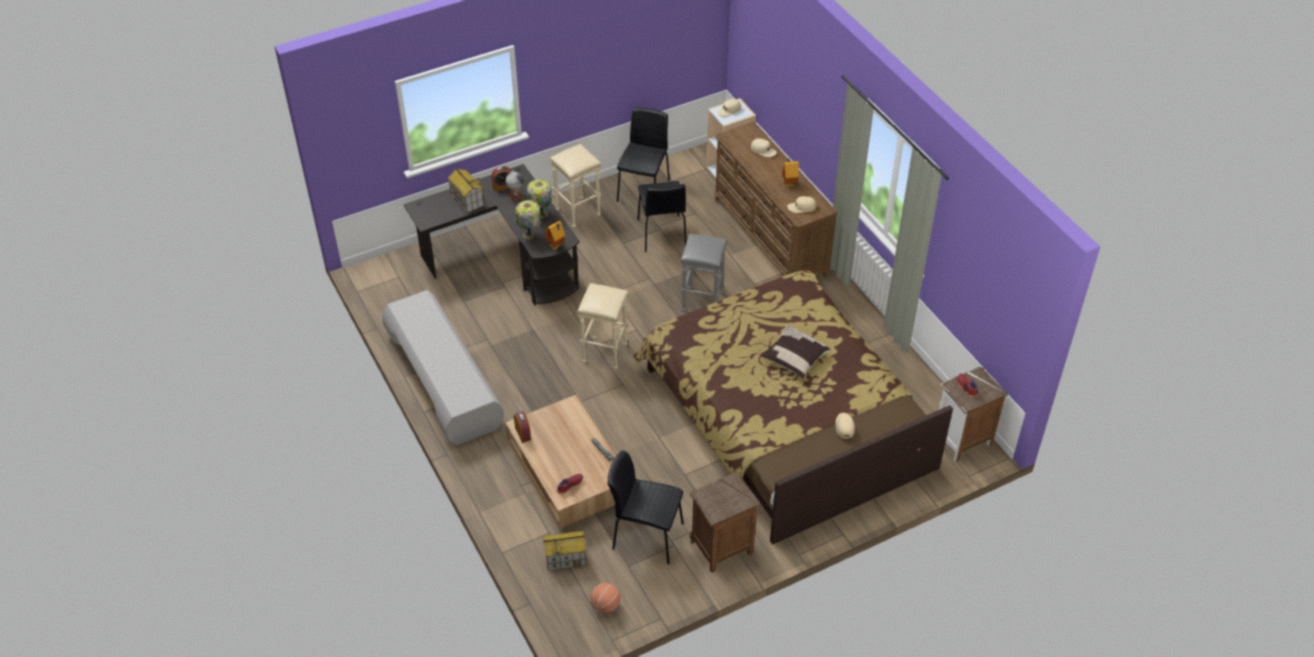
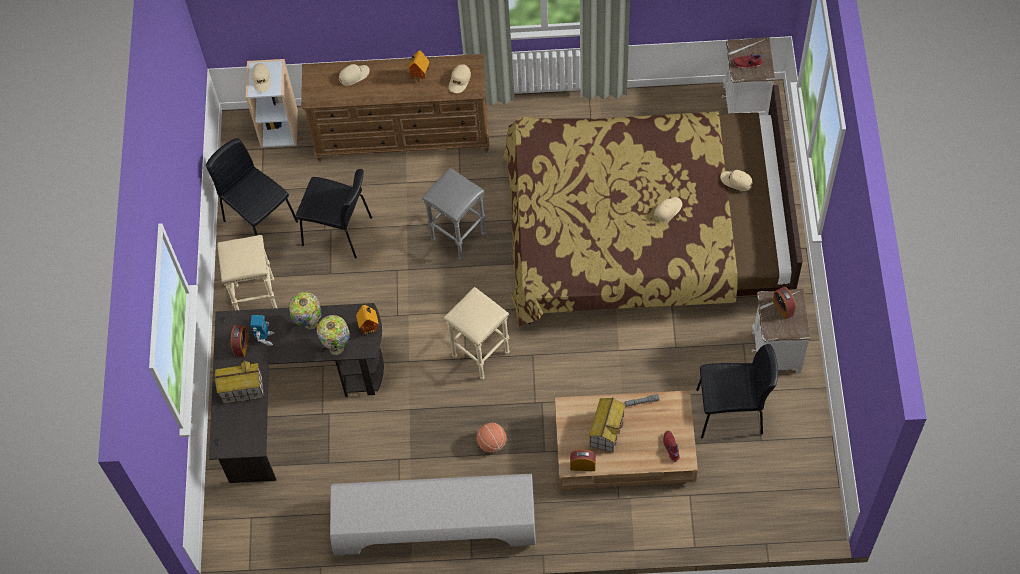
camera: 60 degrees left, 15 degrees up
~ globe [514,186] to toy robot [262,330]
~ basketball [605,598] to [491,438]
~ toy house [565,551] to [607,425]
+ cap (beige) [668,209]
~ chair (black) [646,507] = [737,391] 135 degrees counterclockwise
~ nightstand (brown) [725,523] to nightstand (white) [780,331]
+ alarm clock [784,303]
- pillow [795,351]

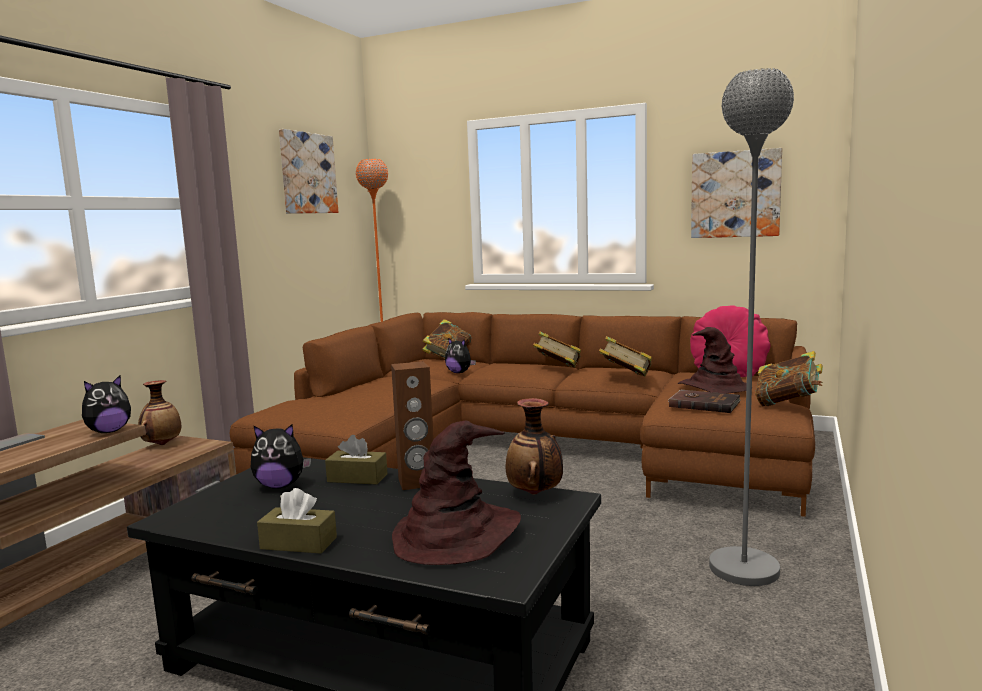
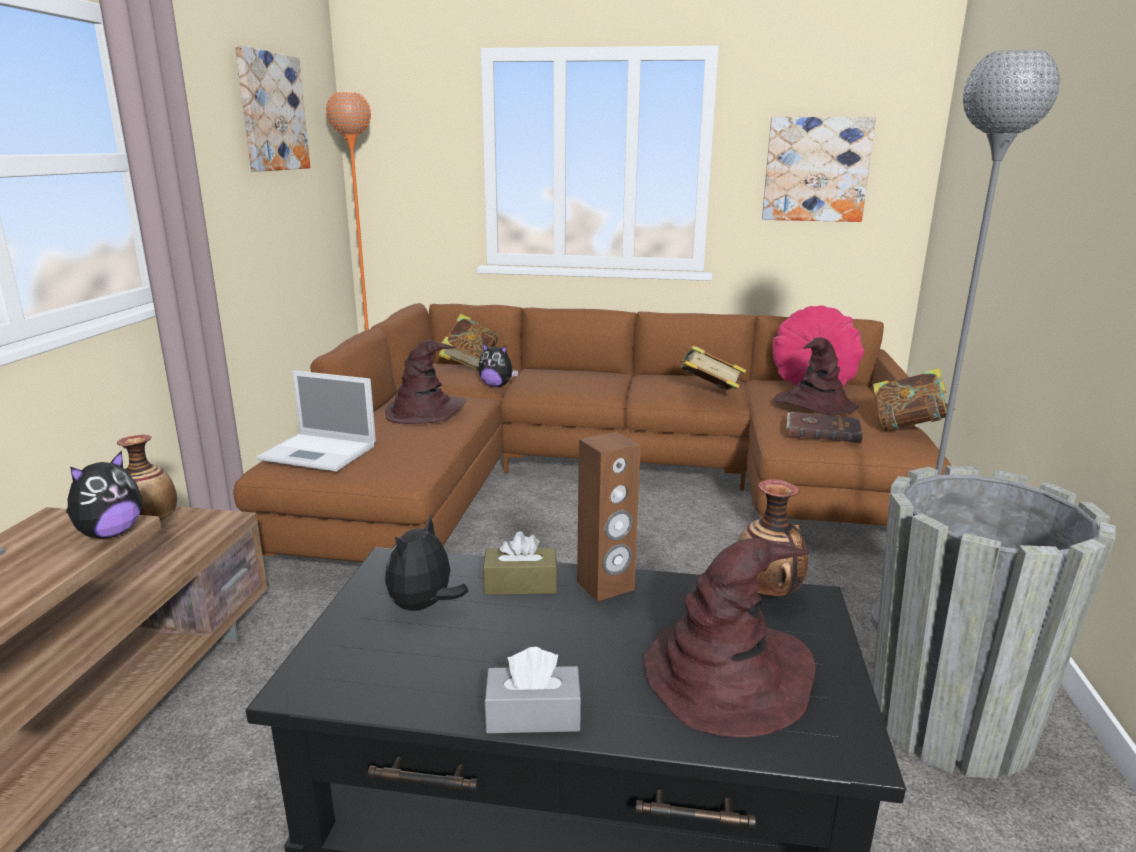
camera: 15 degrees left, 10 degrees up
+ laptop [316,421]
+ hat (brown) [425,381]
~ plush toy [281,456] = [426,563] 135 degrees clockwise
~ tissue box (brown) [297,521] to tissue box (grey) [532,690]
+ planter (grey) [994,622]
- book [557,349]

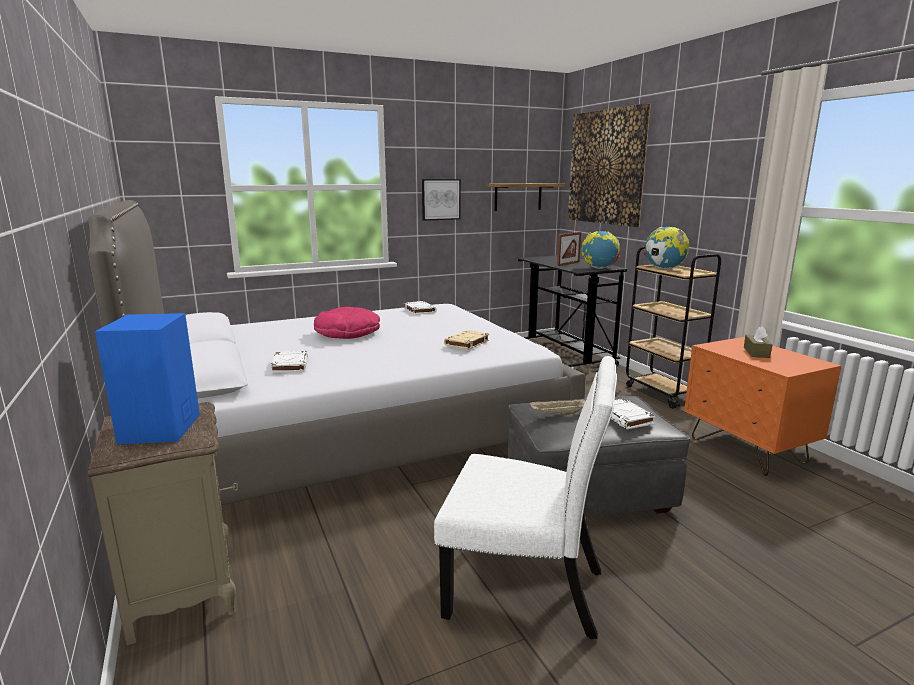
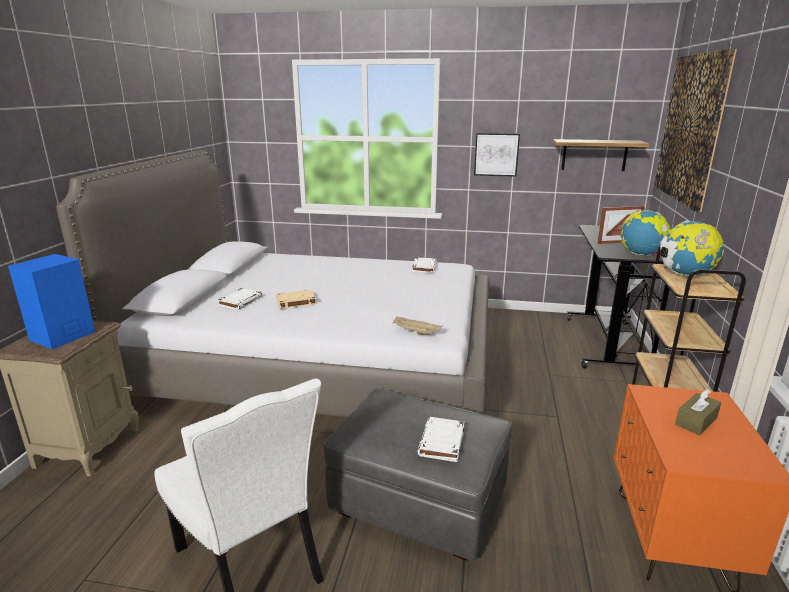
camera: 35 degrees right, 5 degrees up
~ book (beige) [466,340] to [296,299]
~ tray (beige) [558,406] to [417,325]
- pillow (pink) [347,323]

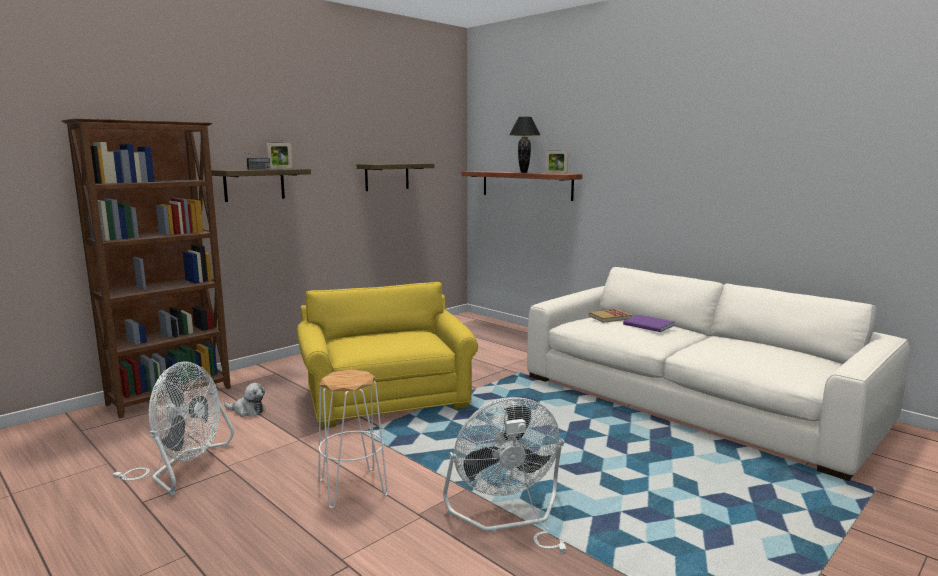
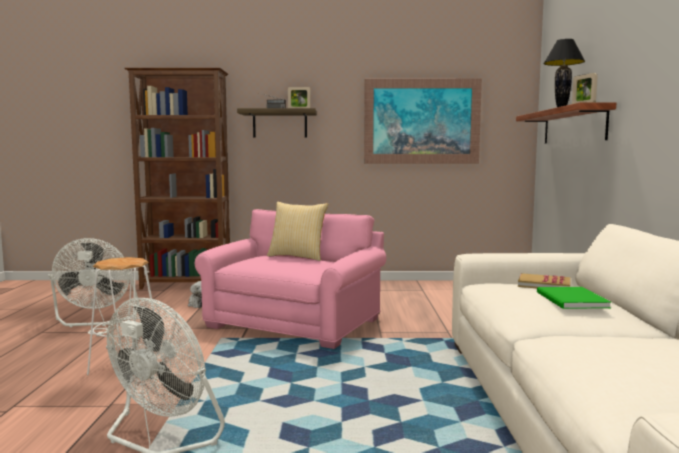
camera: 45 degrees right, 5 degrees down
~ fan (white) [173,428] = [93,287] 150 degrees counterclockwise
~ armchair (yellow) [387,355] to armchair (pink) [290,279]
+ pillow [297,231]
~ shelf [395,177] to picture [423,121]
~ book (purple) [648,323] to book (green) [574,298]

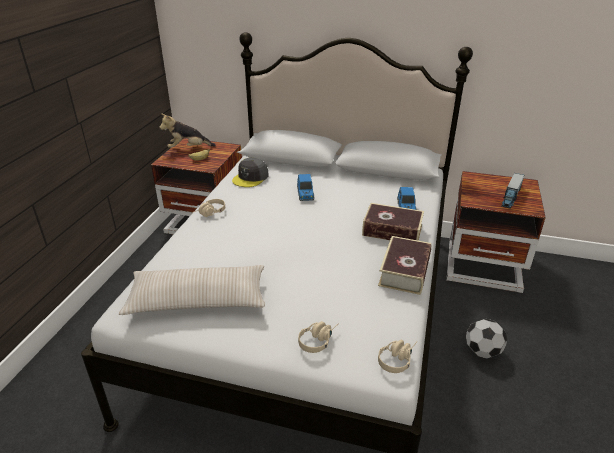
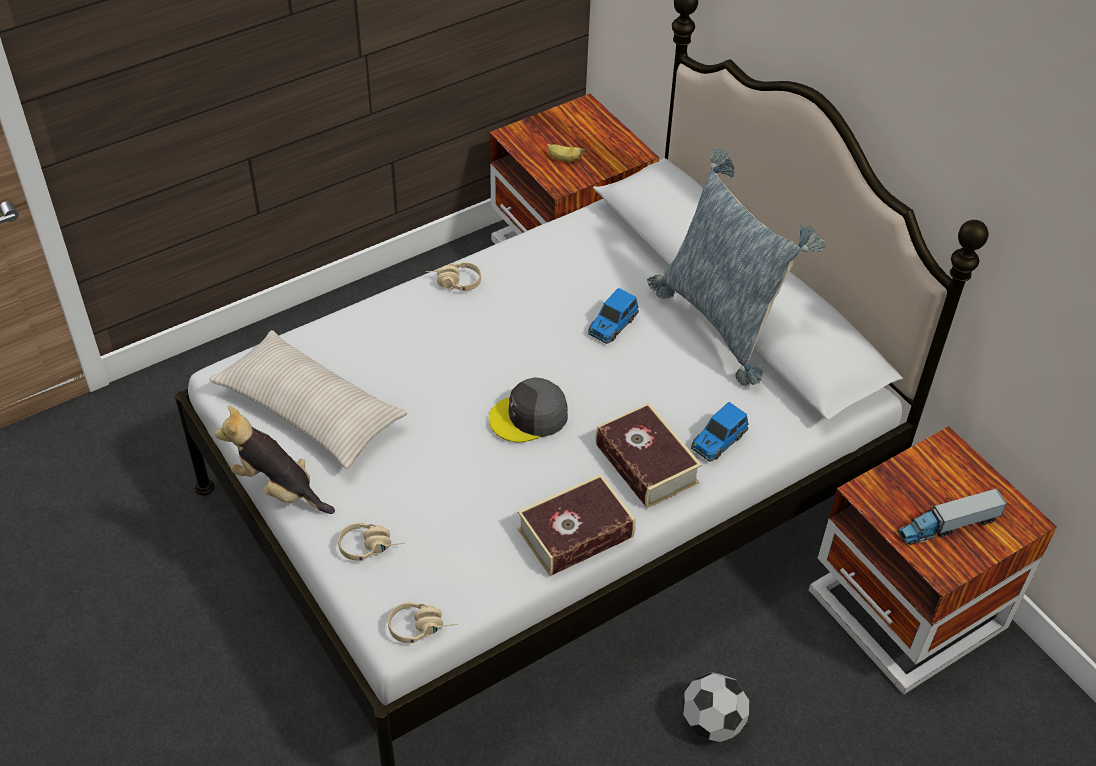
camera: 40 degrees right, 15 degrees up
~ plush toy [187,130] to [275,460]
~ cap (grey) [250,172] to [528,410]
+ pillow [736,267]

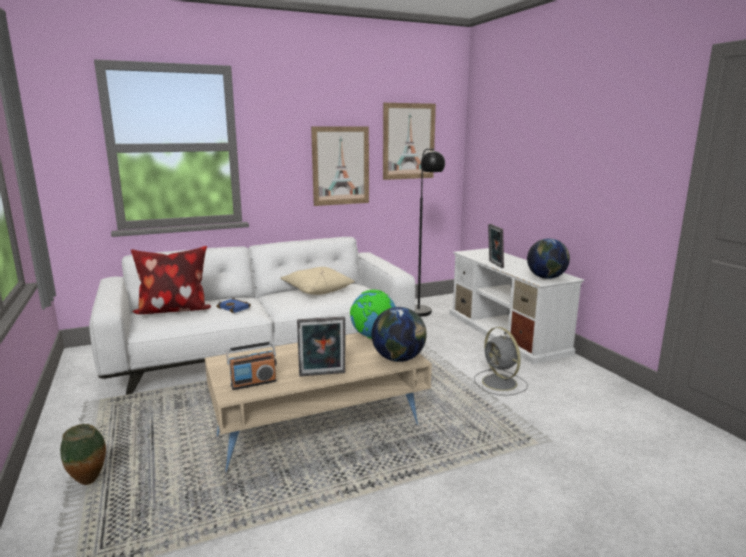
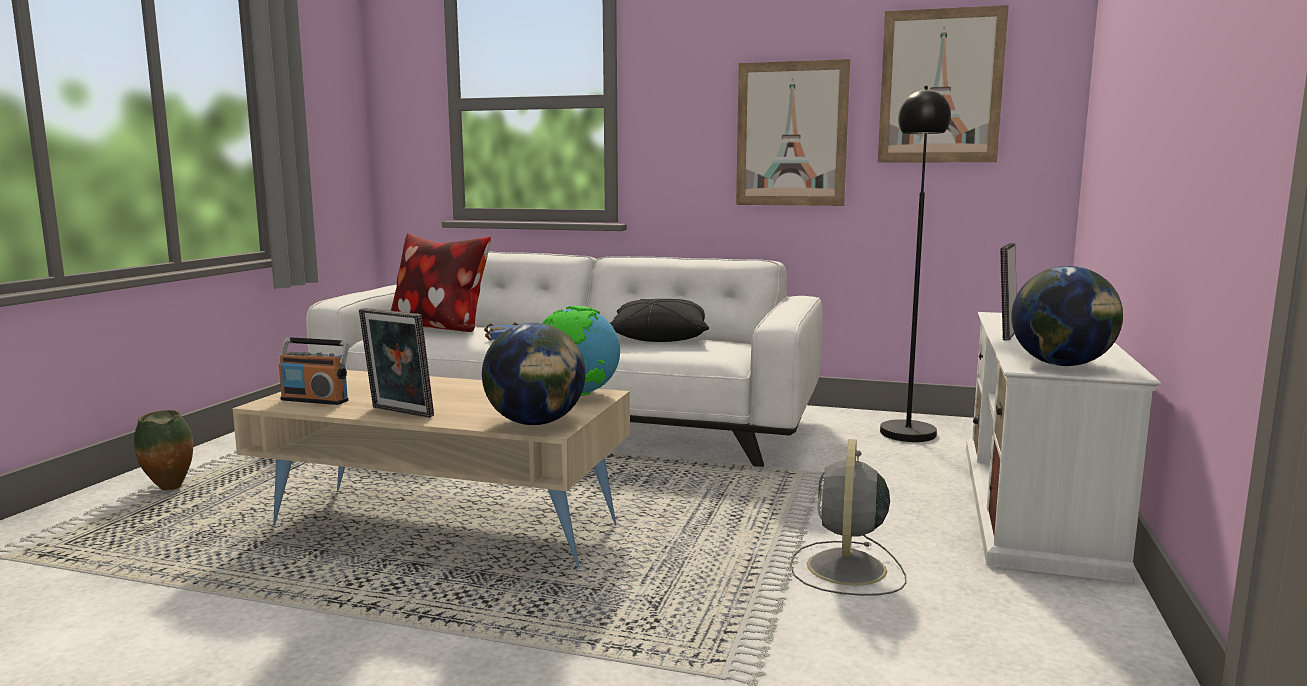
camera: 40 degrees right, 5 degrees down
~ pillow (beige) [317,280] to pillow (black) [659,320]

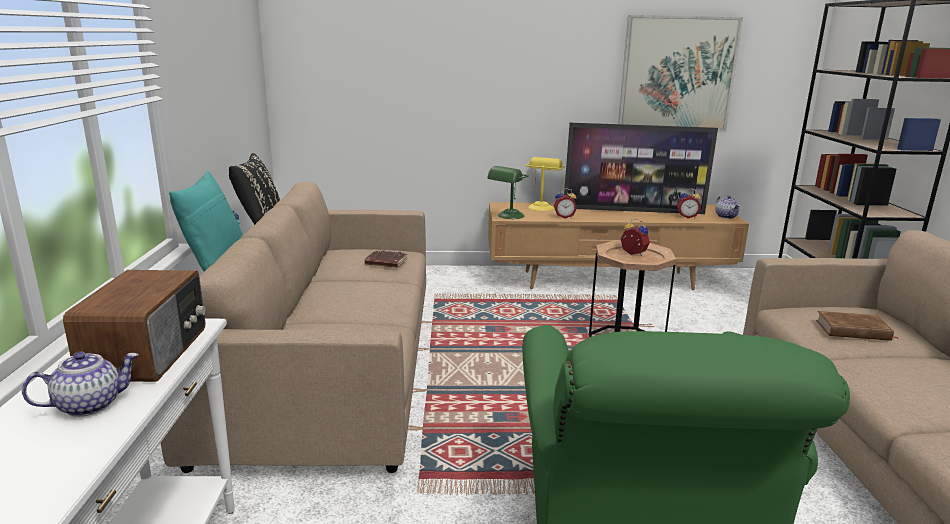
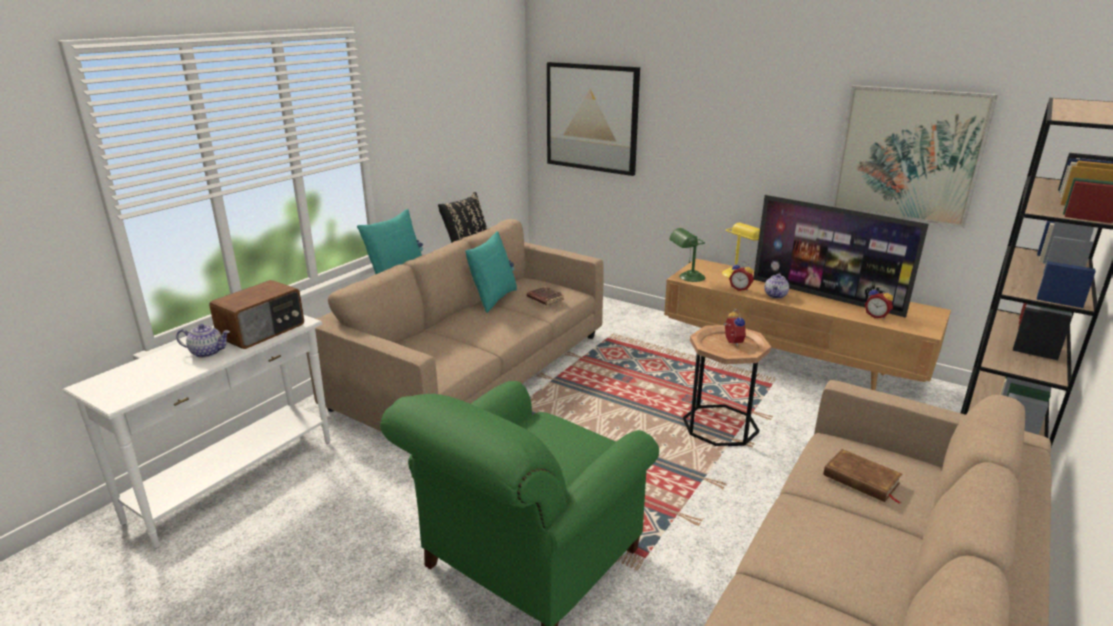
camera: 35 degrees right, 5 degrees up
+ pillow (turquoise) [491,272]
+ picture [593,119]
~ teapot [727,207] to [777,286]

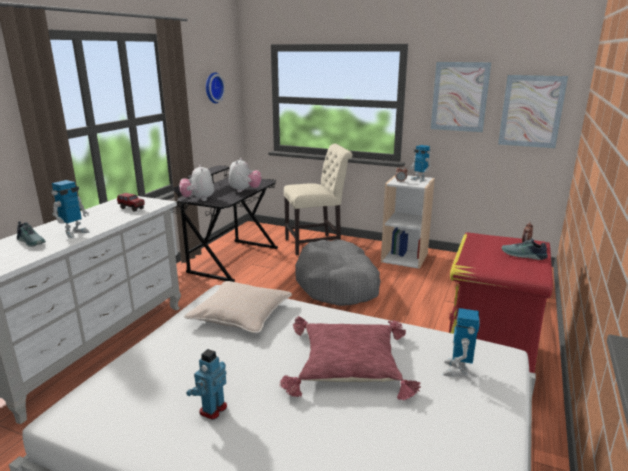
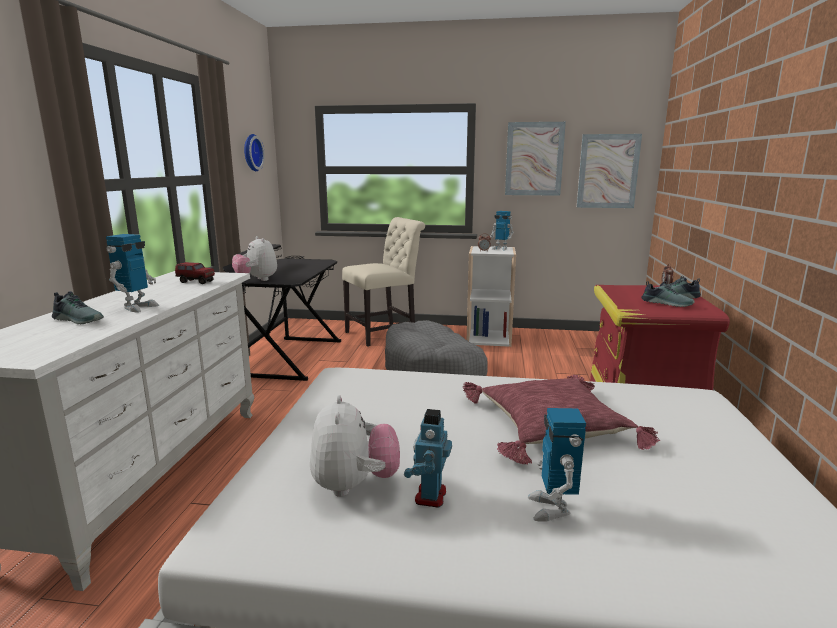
camera: 15 degrees left, 5 degrees down
~ plush toy [245,175] to [355,446]
~ toy robot [461,342] to [557,465]
+ shoe [668,294]
- pillow (beige) [238,307]

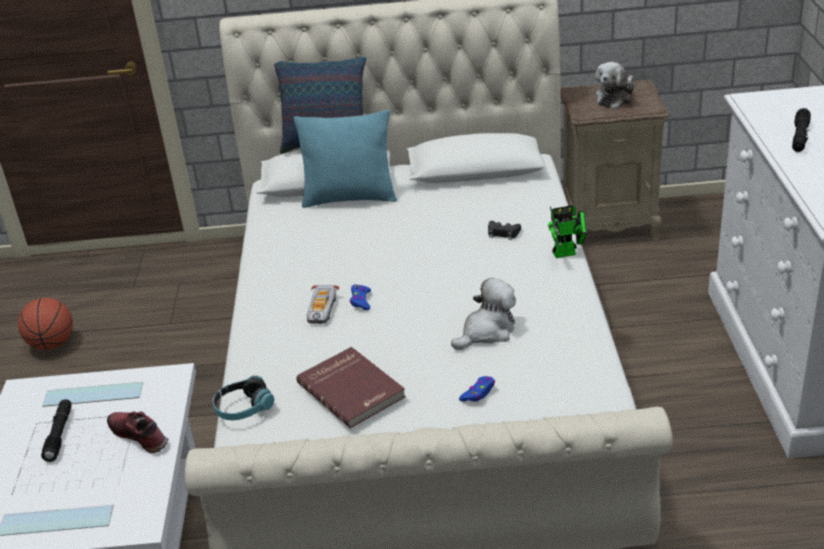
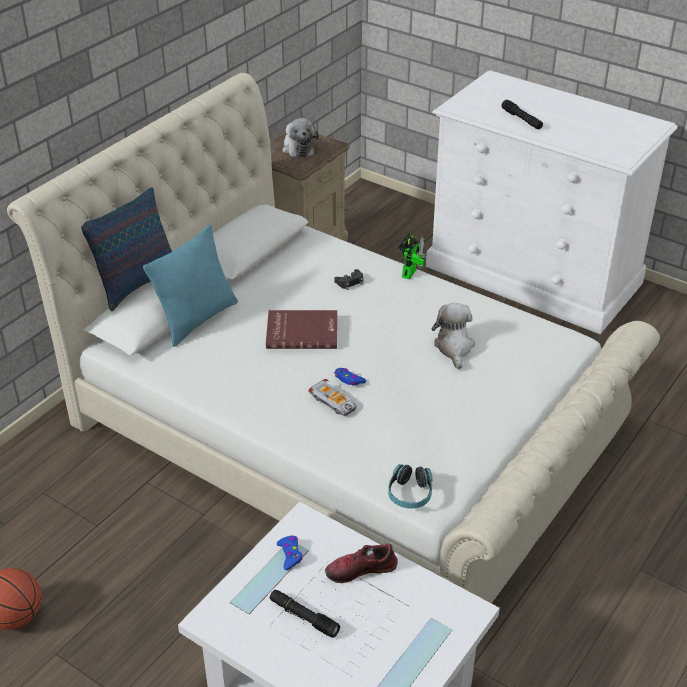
camera: 55 degrees left, 5 degrees up
~ book (red) [351,387] to [301,329]
~ game controller (blue) [477,389] to [290,553]

